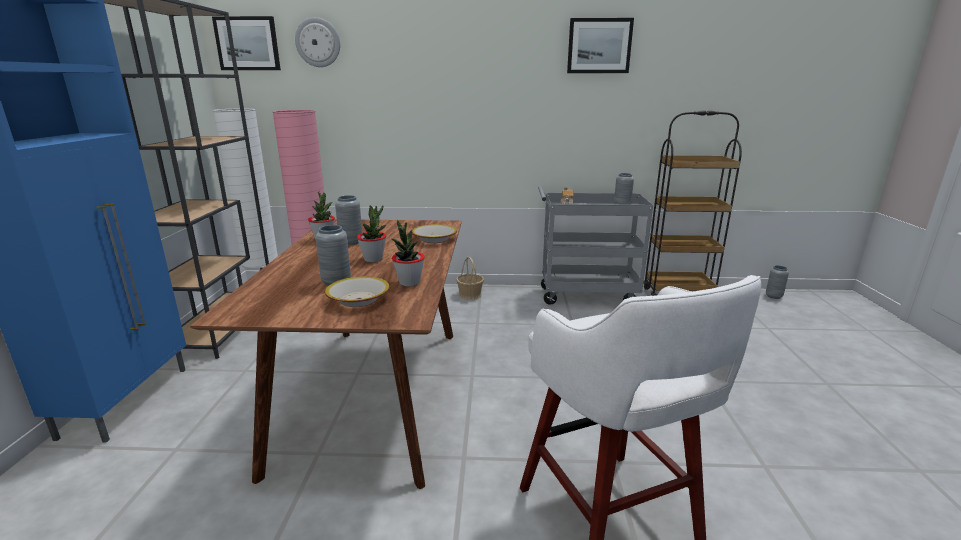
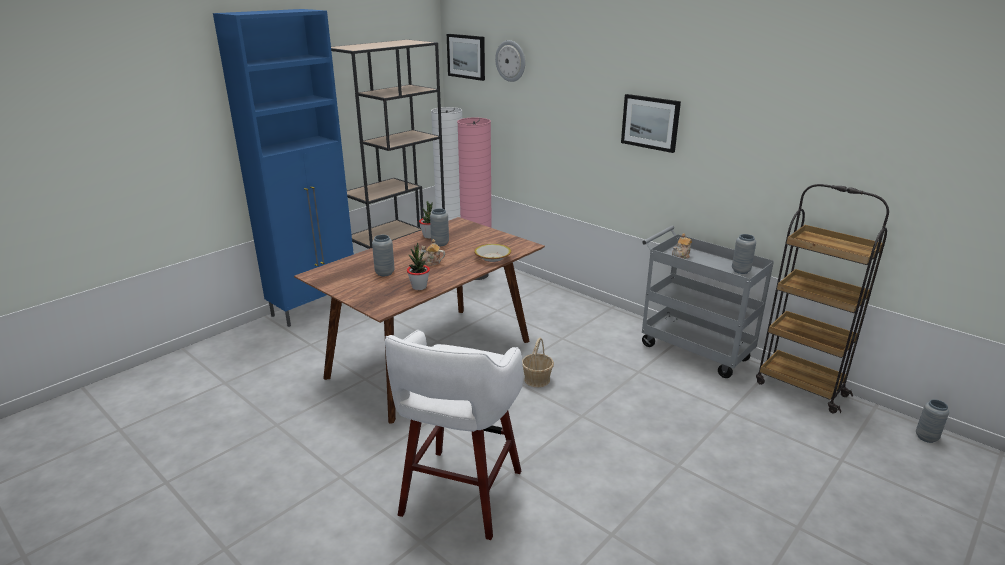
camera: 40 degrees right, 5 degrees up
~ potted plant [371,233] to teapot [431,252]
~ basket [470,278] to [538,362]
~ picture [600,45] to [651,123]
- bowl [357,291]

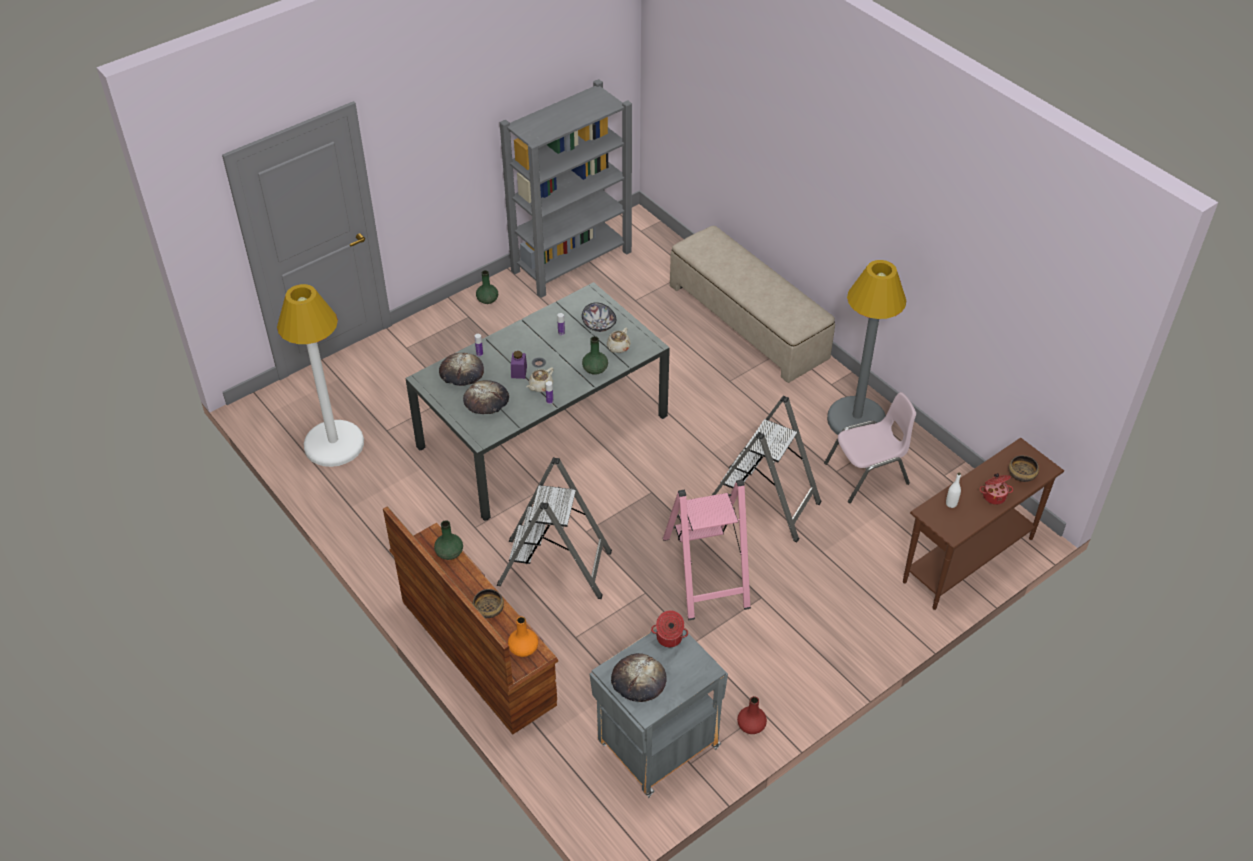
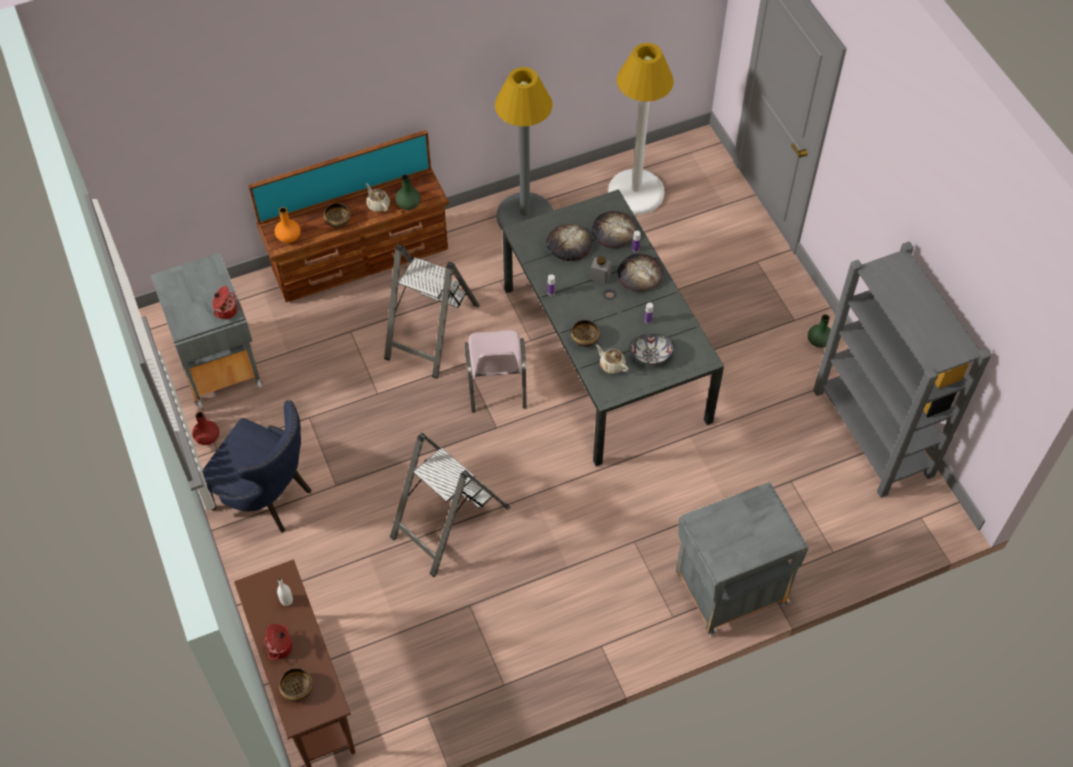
camera: 105 degrees right, 10 degrees up
+ chair (blue) [256,466]
~ teapot (beige) [539,379] to [378,197]
~ chair (pink) [870,447] to [496,371]
~ floor lamp (grey) [866,347] to [524,149]
~ vase (green) [595,355] to bowl [585,333]
~ jar (purple) [519,365] to jar (grey) [600,270]
~ bread [639,677] to [641,273]
~ bench (beige) [752,304] to cart (grey) [742,559]
- step ladder (pink) [707,549]

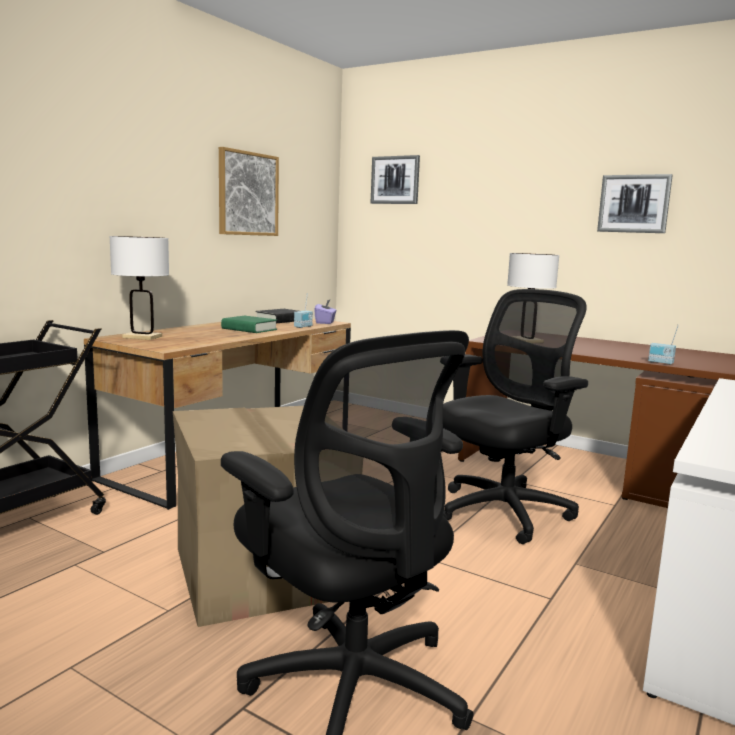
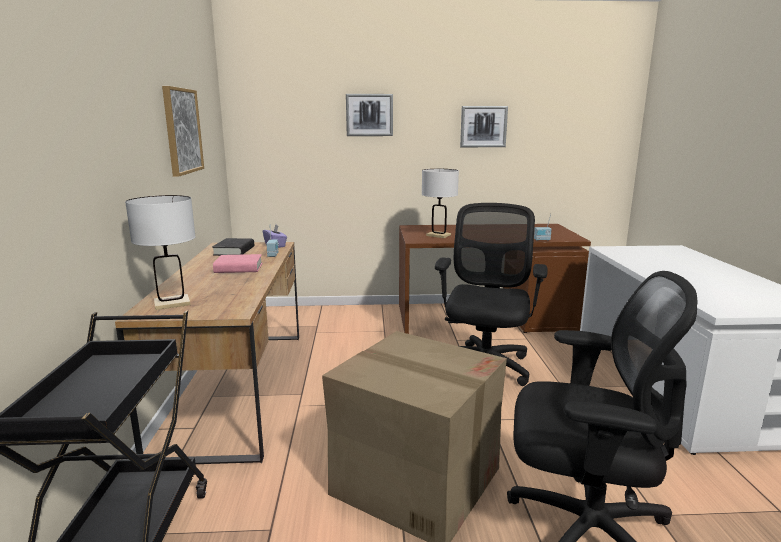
camera: 35 degrees left, 5 degrees up
~ book (green) [249,324] to book (pink) [237,263]
~ picture [395,179] to [369,115]

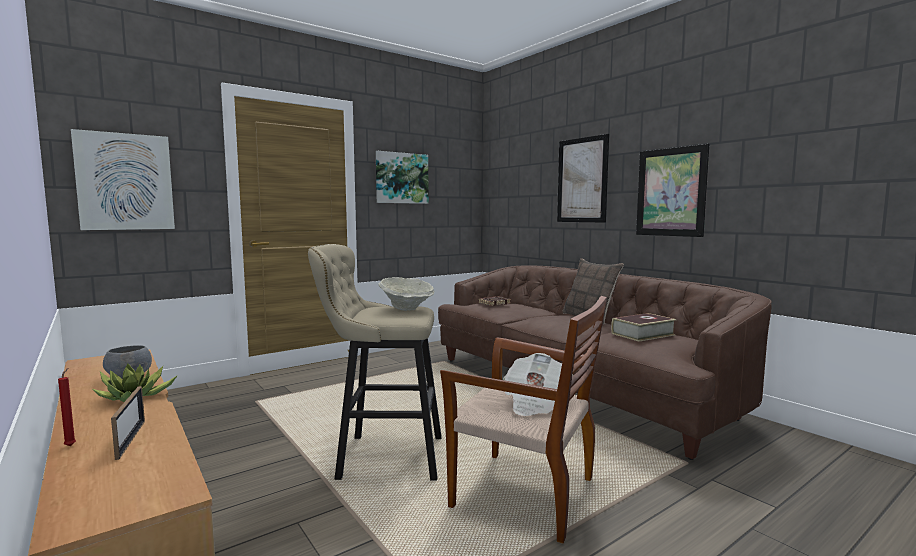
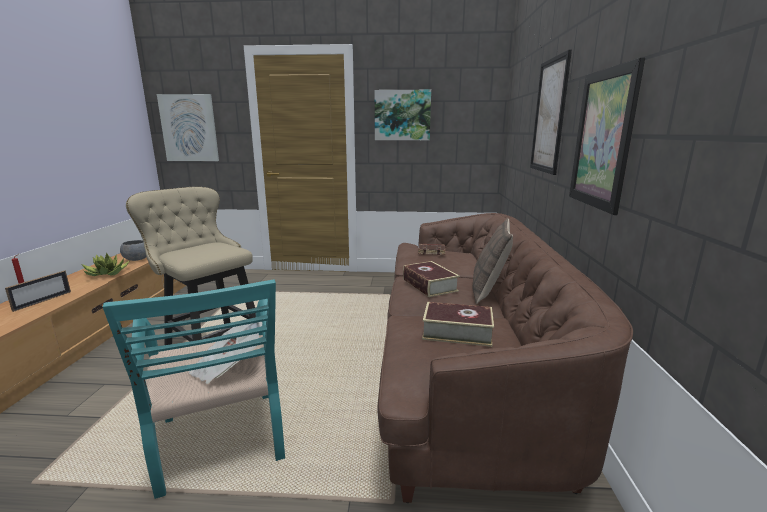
camera: 40 degrees right, 10 degrees up
~ armchair (brown) [523,420] to armchair (turquoise) [194,389]
+ book [431,279]
- bowl (beige) [406,294]

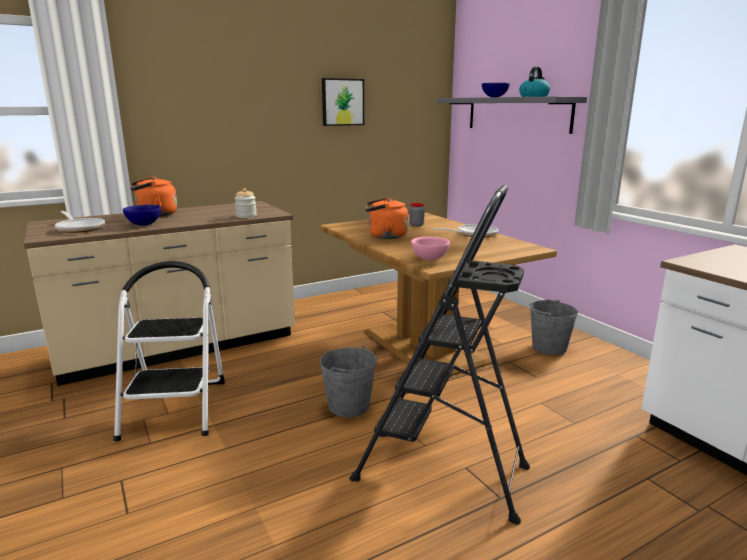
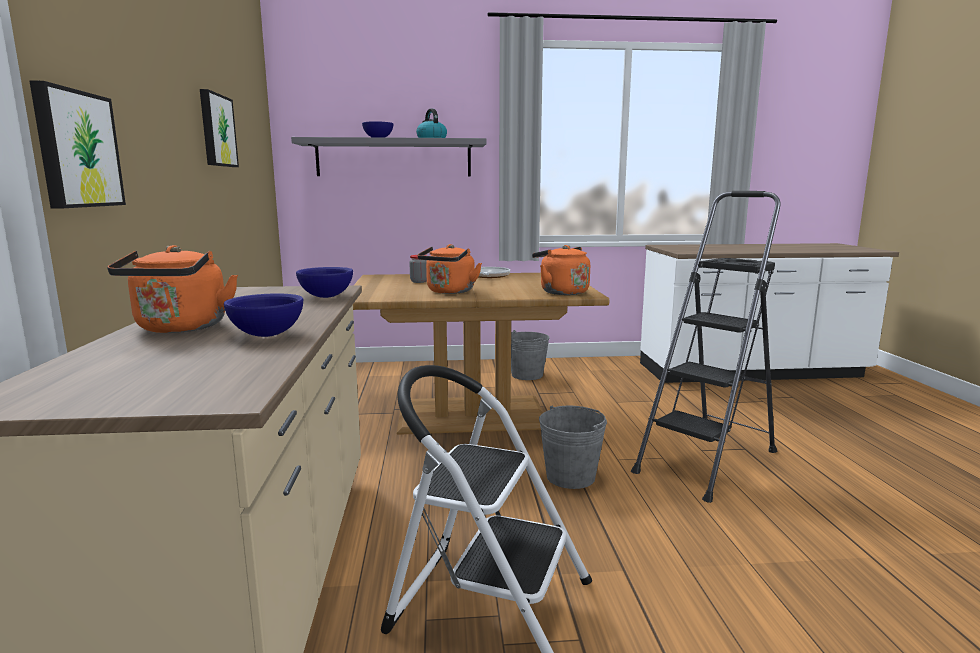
camera: 65 degrees left, 5 degrees down
+ picture [77,144]
~ jar [245,203] to bowl (blue) [324,282]
~ bowl (pink) [430,248] to kettle (orange) [561,270]
- frying pan [80,222]

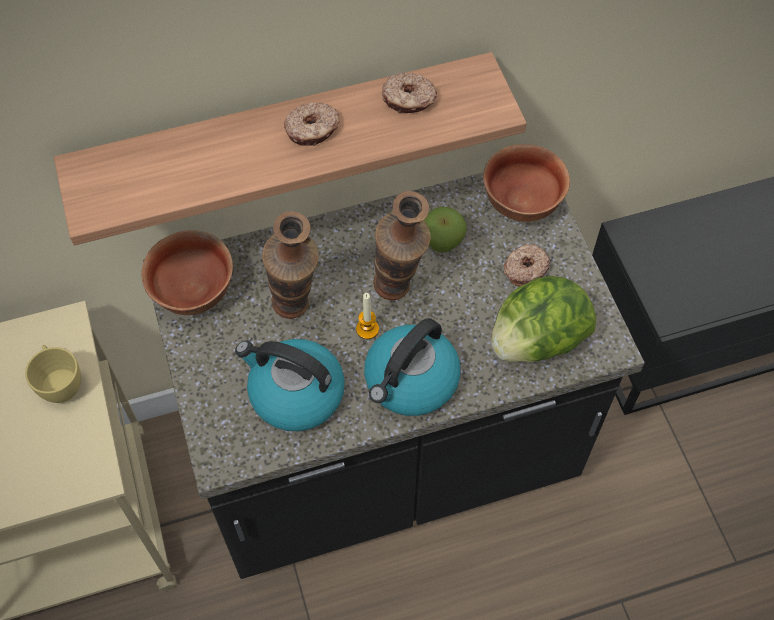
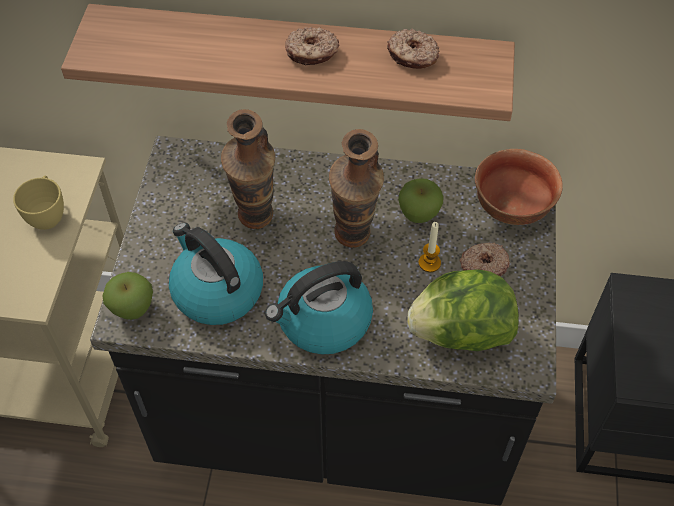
camera: 25 degrees right, 5 degrees down
+ apple [127,296]
~ candle [367,316] to [429,247]
- bowl [187,273]

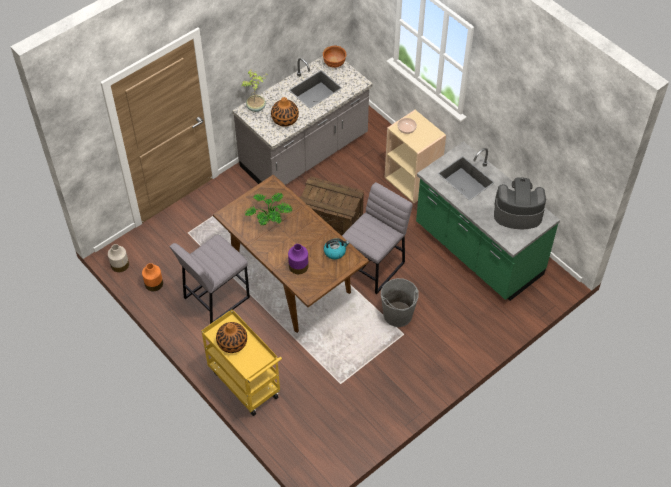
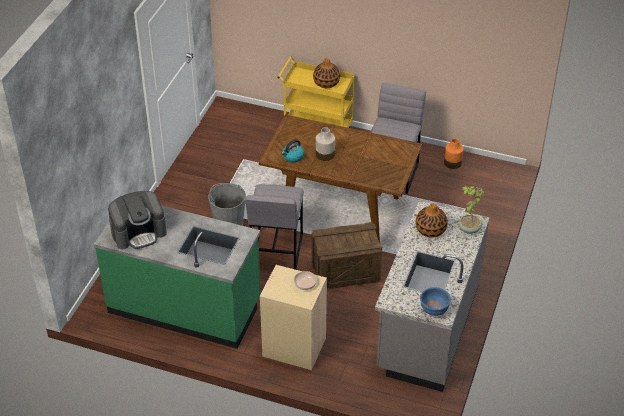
camera: 150 degrees right, 10 degrees down
~ vase (beige) [118,258] to [325,144]
~ bowl (brown) [335,57] to bowl (blue) [435,301]
- potted plant [269,208]
- vase (purple) [298,259]

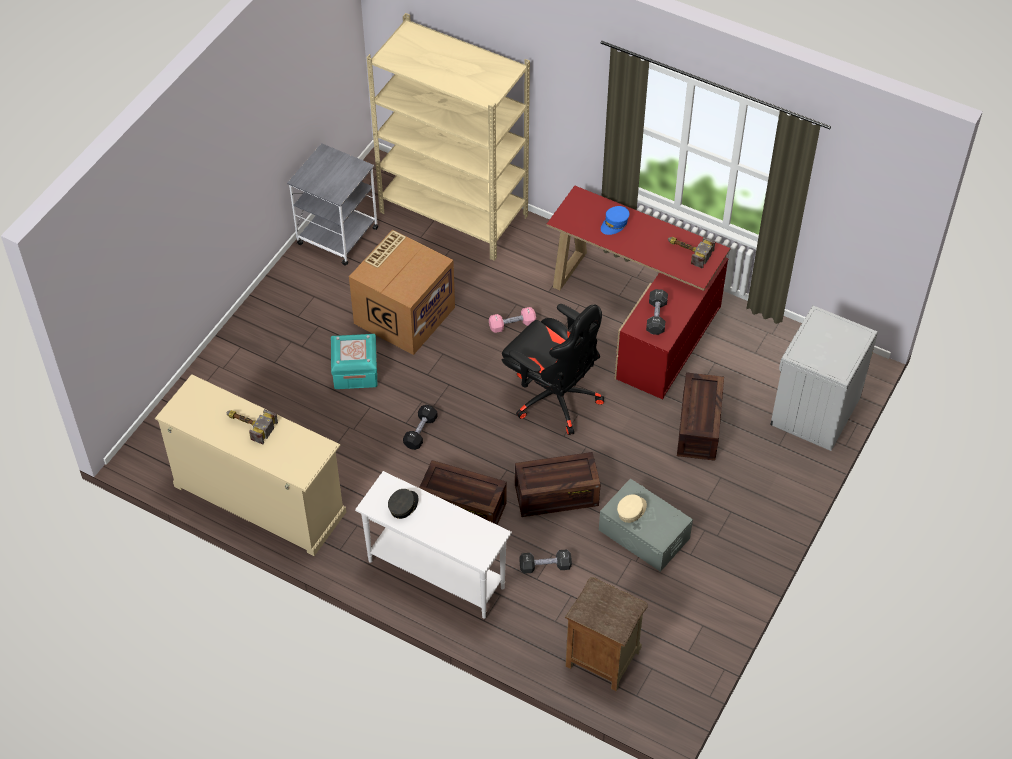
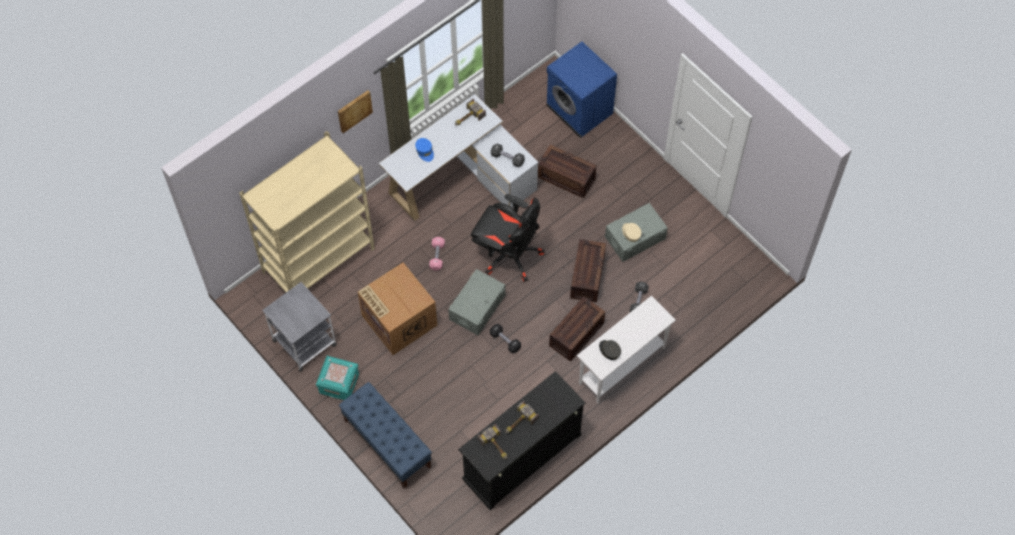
camera: 70 degrees left, 10 degrees up
~ storage box (turquoise) [354,361] to [337,378]
+ picture [355,111]
+ bench (blue) [385,435]
~ desk (red) [638,292] to desk (white) [458,157]
+ storage box (grey) [476,302]
~ cabinet (beige) [250,465] to cabinet (black) [522,440]
~ office chair (black) [553,369] = [508,238] 60 degrees clockwise
+ hammer [492,441]
~ washing machine (white) [824,378] to washing machine (blue) [582,90]
- nightstand (beige) [606,634]

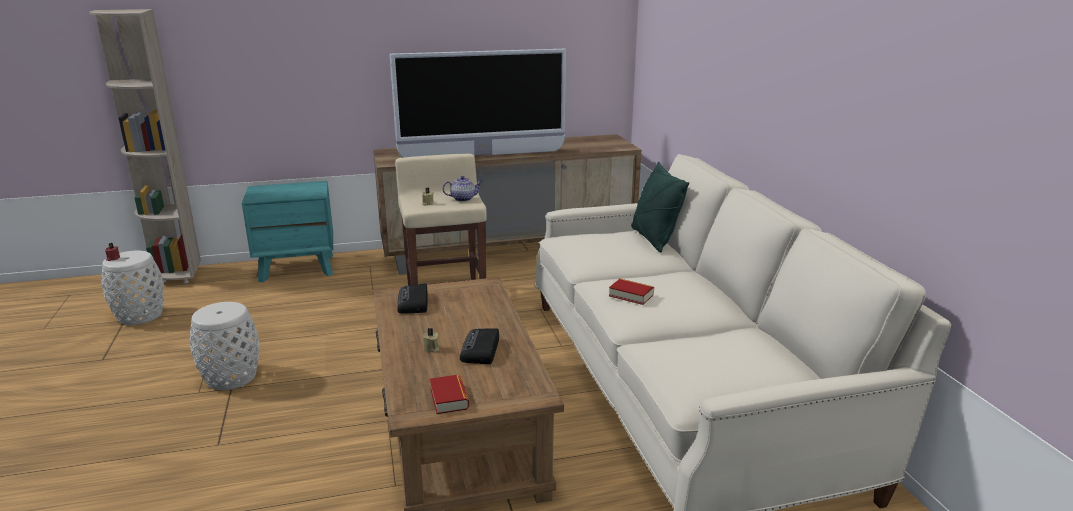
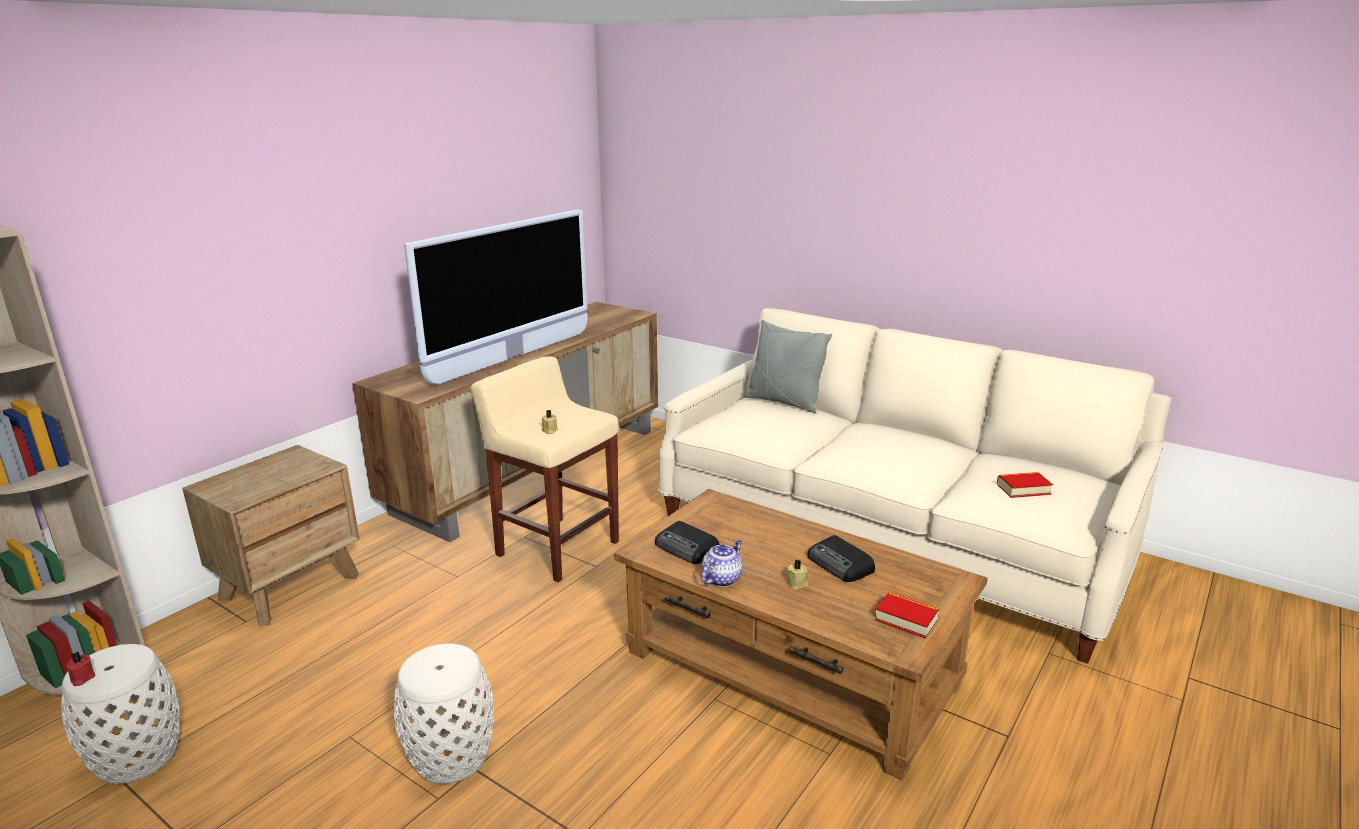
camera: 40 degrees left, 0 degrees up
~ nightstand (turquoise) [287,231] to nightstand (brown) [271,536]
~ teapot [462,189] to [721,563]
~ pillow (green) [660,207] to pillow (grey) [788,366]
~ book [631,292] to [1025,485]

